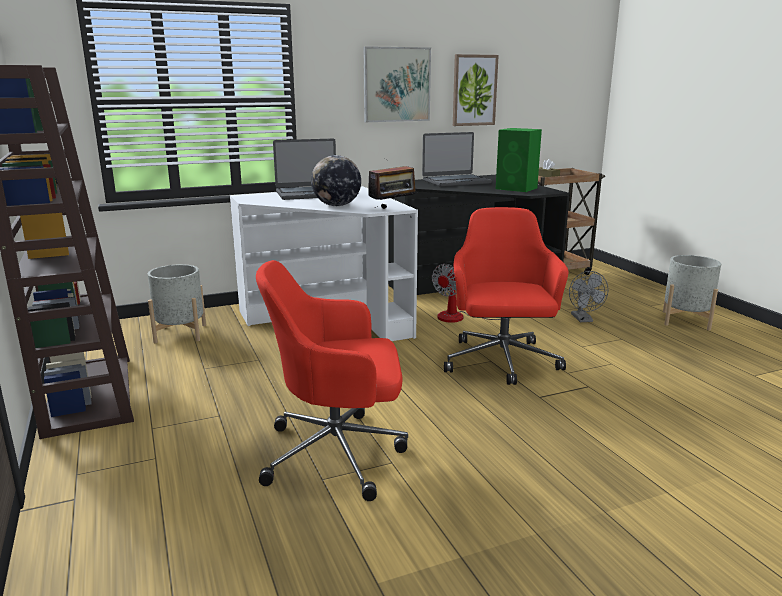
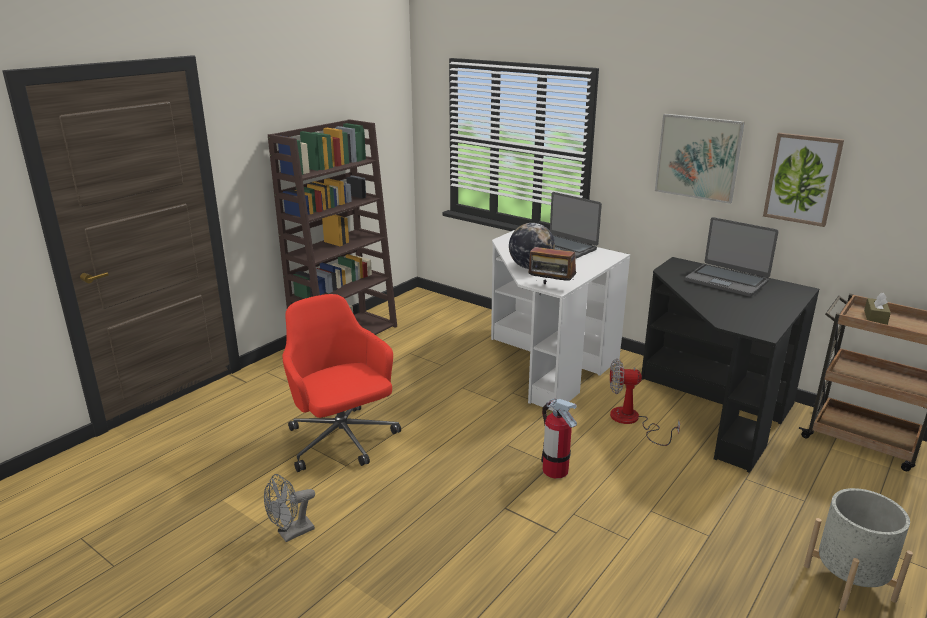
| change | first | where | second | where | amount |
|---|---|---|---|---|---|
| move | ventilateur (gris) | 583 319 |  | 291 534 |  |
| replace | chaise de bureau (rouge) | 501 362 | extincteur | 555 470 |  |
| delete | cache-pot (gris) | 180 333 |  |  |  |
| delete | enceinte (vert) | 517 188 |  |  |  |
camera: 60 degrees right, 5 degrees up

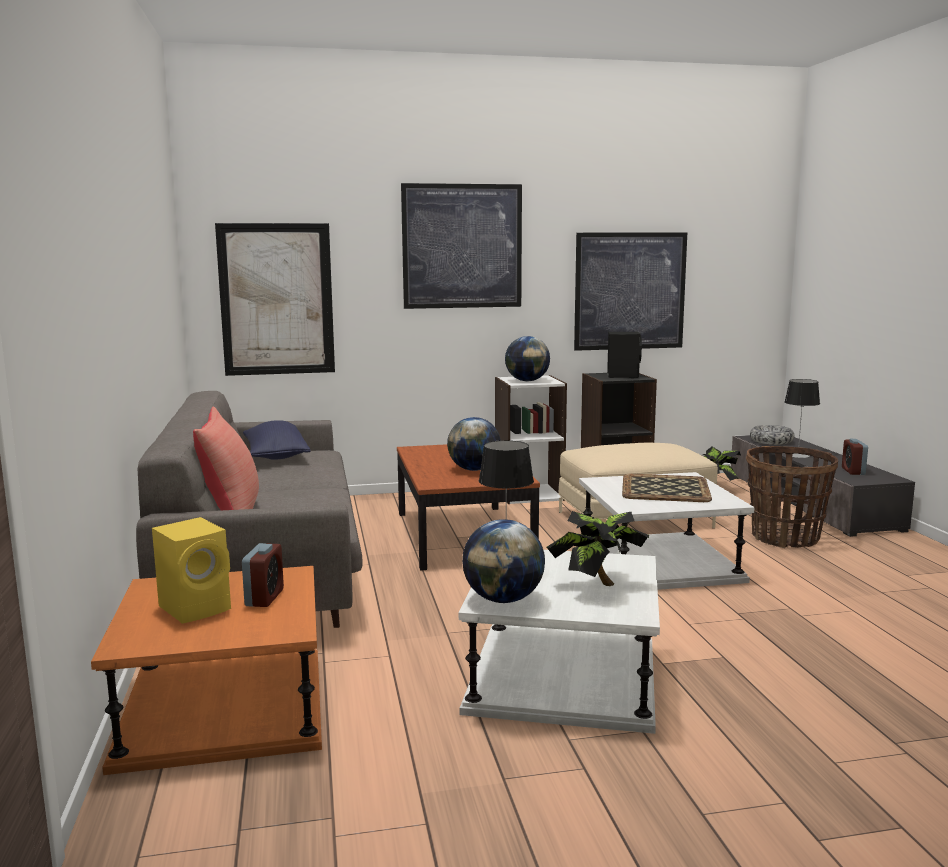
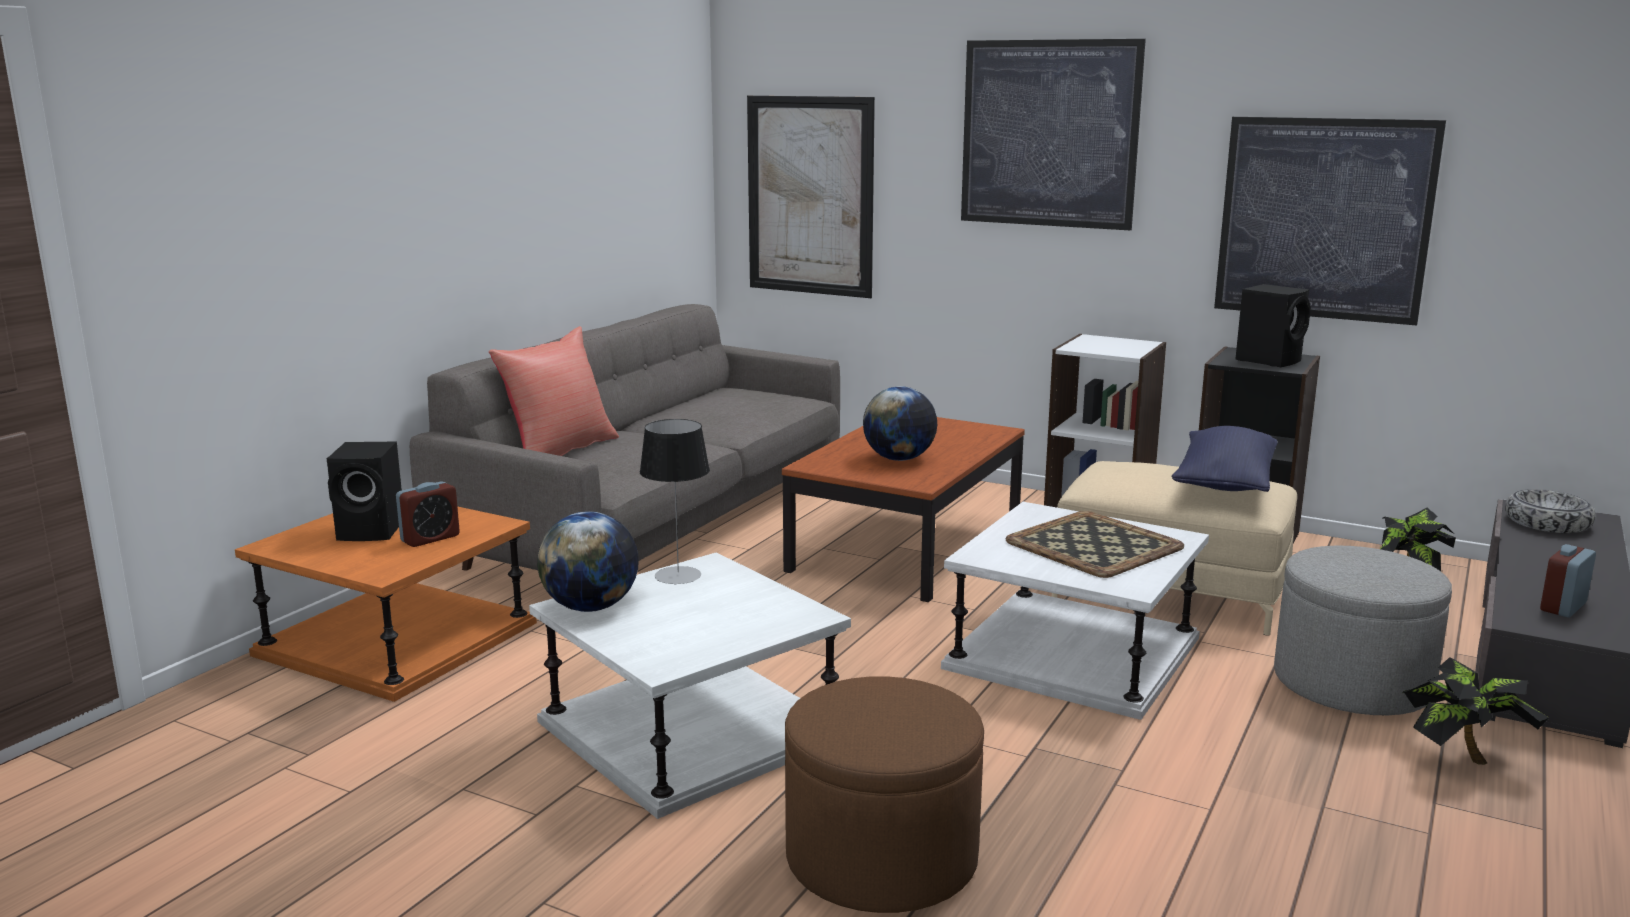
| change | first | where | second | where | amount |
|---|---|---|---|---|---|
| recolor | enceinte (jaune) | 197 607 | enceinte (noir) | 373 531 |  |
| insert |  |  | pouf (marron) | 881 858 |  |
| move | coussin (bleu) | 275 456 |  | 1224 483 |  |
| replace | panier | 785 538 | pouf (gris) | 1352 684 |  |
| move | plante en pot | 597 585 |  | 1461 758 |  |
| delete | globe | 527 381 |  |  |  |
| delete | lampe de table | 798 455 |  |  |  |
camera: 40 degrees right, 5 degrees up

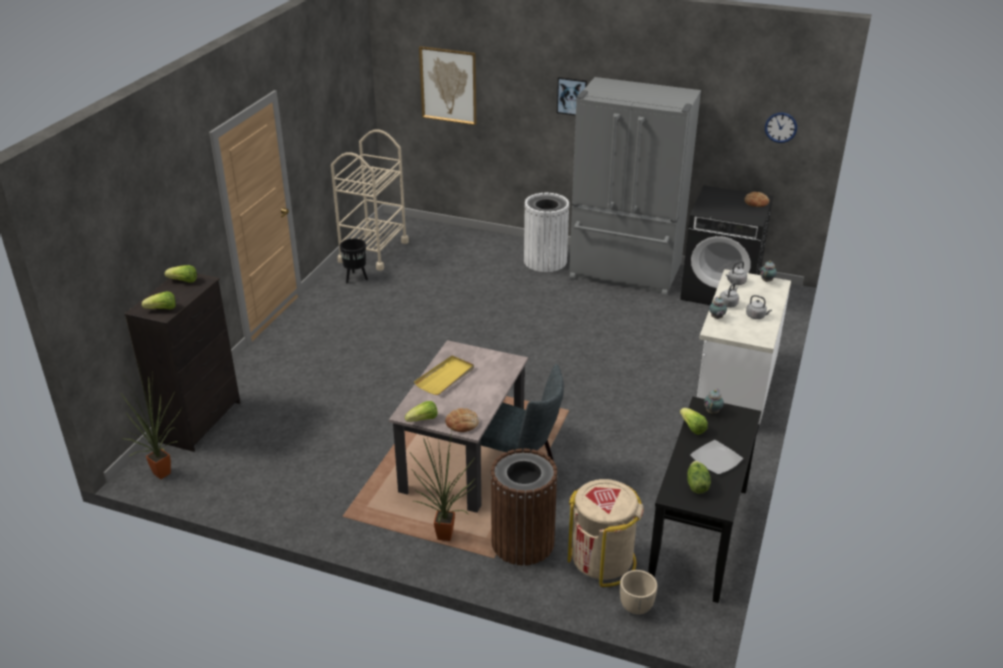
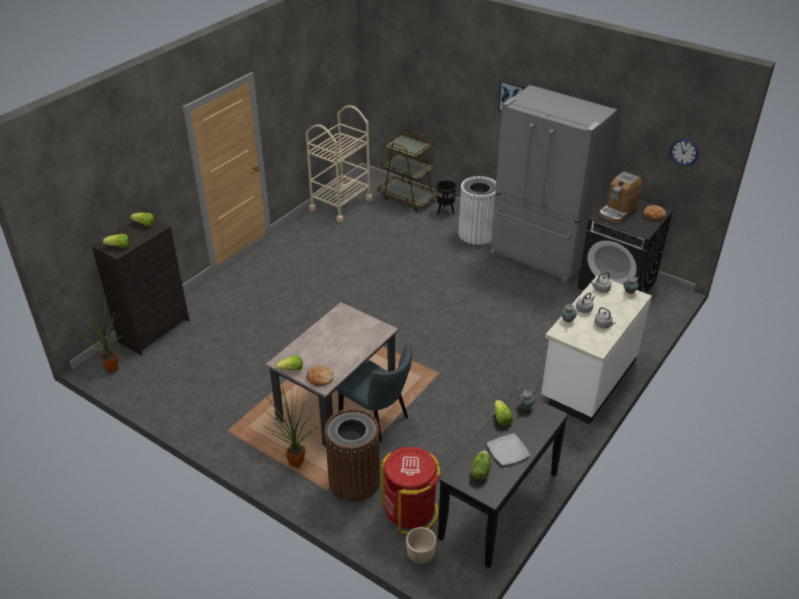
| change | first | where | second | where | amount |
|---|---|---|---|---|---|
| insert |  |  | chariot (marron) | 408 198 |  |
| recolor | poubelle (beige) | 602 561 | poubelle (rouge) | 410 511 |  |
| move | cache-pot (noir) | 356 278 |  | 445 212 |  |
| insert |  |  | machine à café | 618 211 |  |
| delete | plateau (jaune) | 445 377 |  |  |  |
| delete | tableau | 448 85 |  |  |  |
camera: 15 degrees right, 5 degrees up

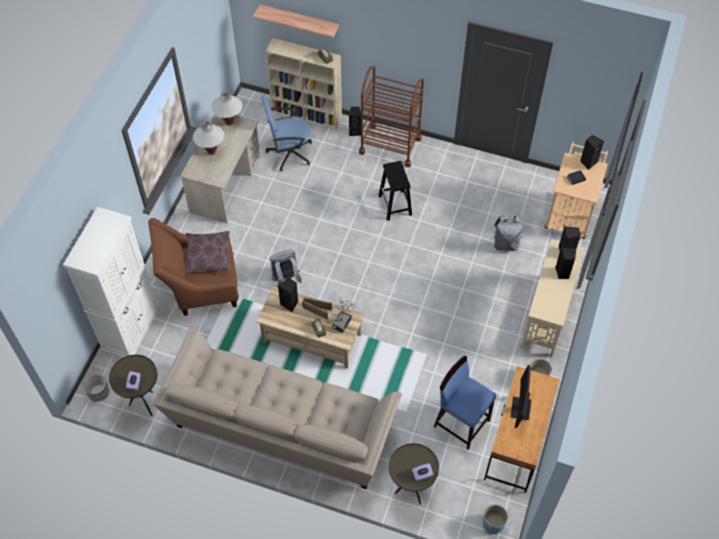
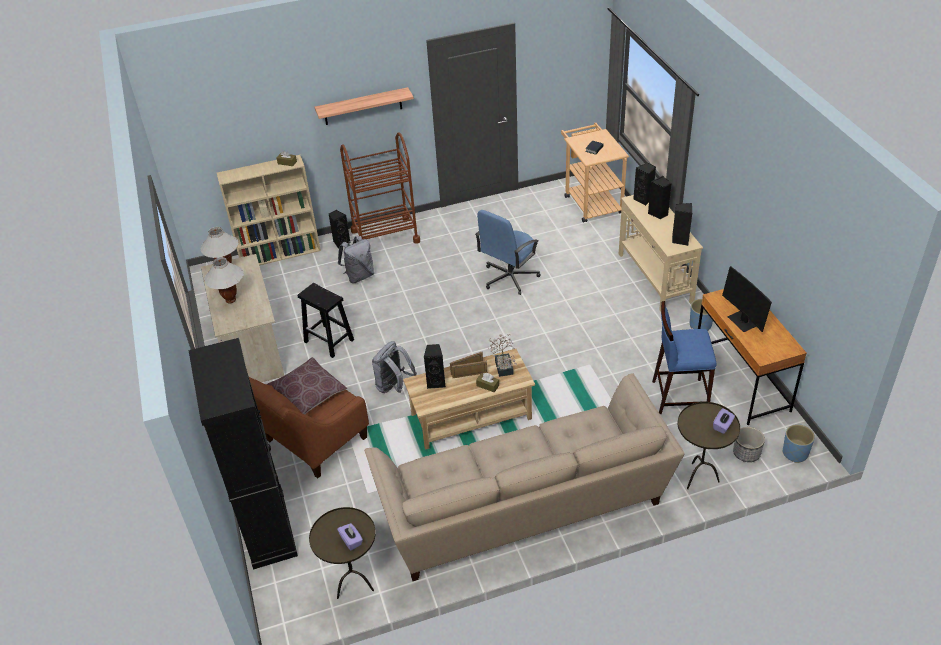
| change | first | where | second | where | amount |
|---|---|---|---|---|---|
| recolor | meuble de rangement (blanc) | 131 329 | meuble de rangement (noir) | 268 527 |  |
| move | tabouret (noir) | 395 205 |  | 329 341 |  |
| move | étagère | 299 21 |  | 363 106 |  |
| move | sac à dos (gris) | 505 243 |  | 359 276 |  |
| move | chaise de bureau (bleu) | 289 153 |  | 509 277 |  |
| move | enceinte (noir) | 588 162 |  | 680 240 |  |
| move | cache-pot | 98 392 |  | 746 453 |  |
camera: 35 degrees left, 15 degrees down

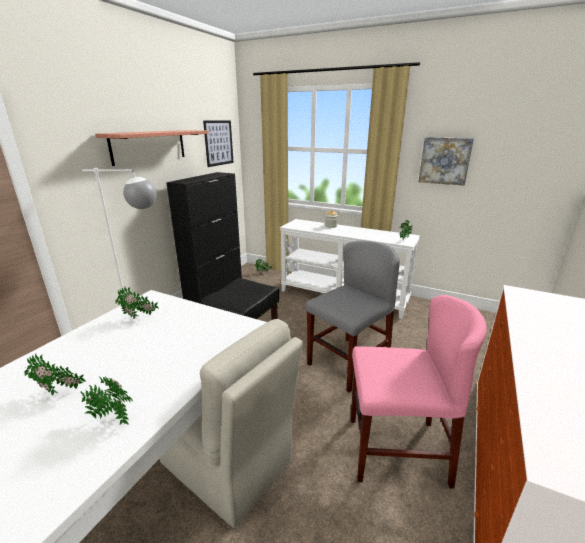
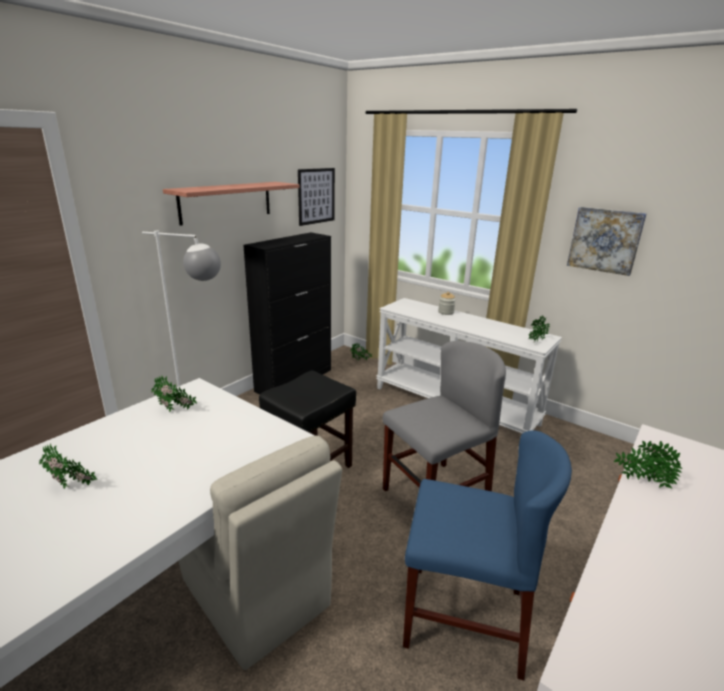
| change | first | where | second | where | amount |
|---|---|---|---|---|---|
| recolor | chaise (rose) | 396 450 | chaise (bleu) | 464 617 |  |
| move | plante en pot | 111 418 |  | 641 481 |  |
camera: 10 degrees right, 0 degrees up

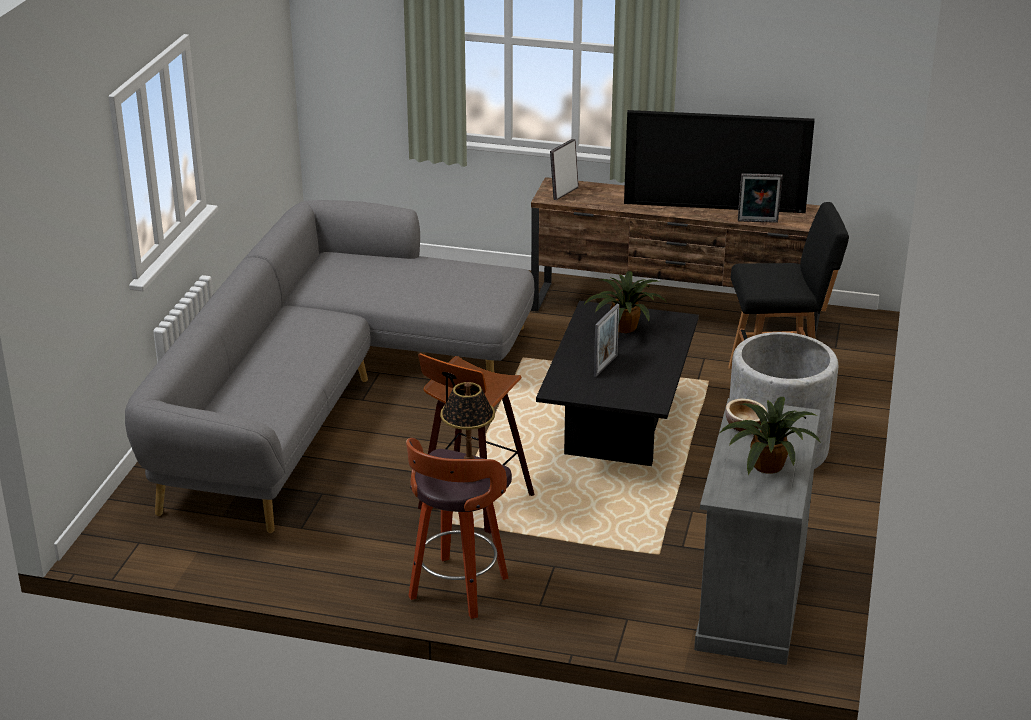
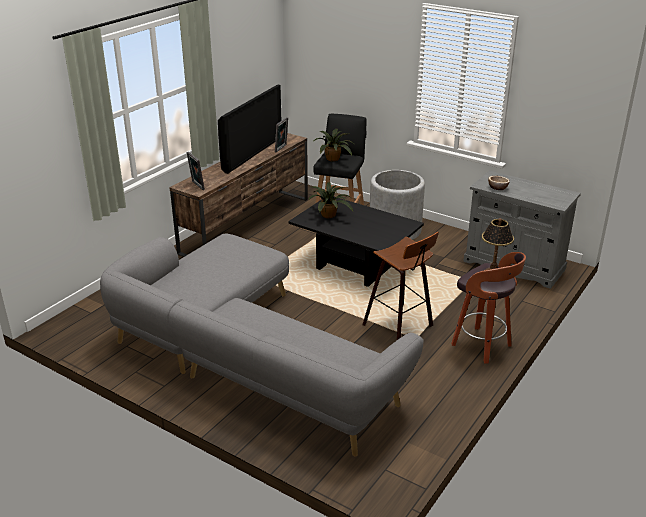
| change | first | where | second | where | amount |
|---|---|---|---|---|---|
| move | plante en pot | 768 467 |  | 334 159 |  |
| delete | cadre photo | 605 365 |  |  |  |
camera: 70 degrees left, 0 degrees up

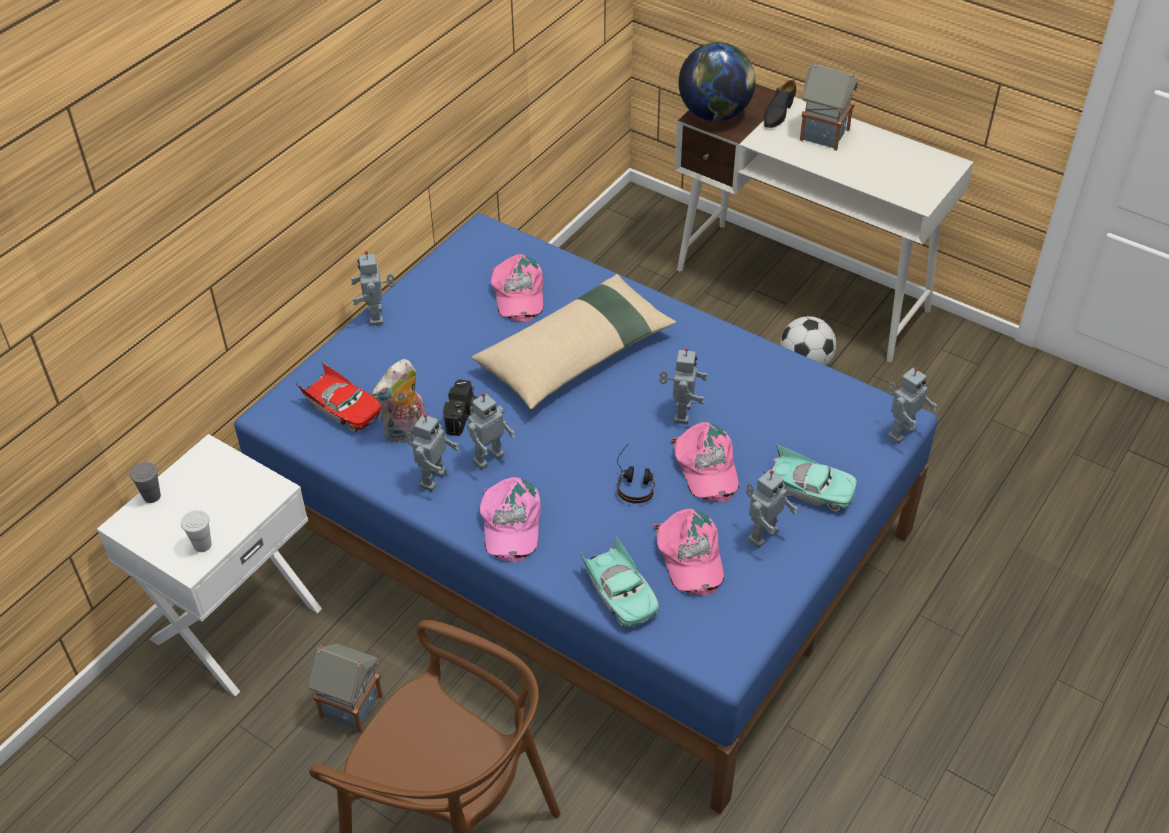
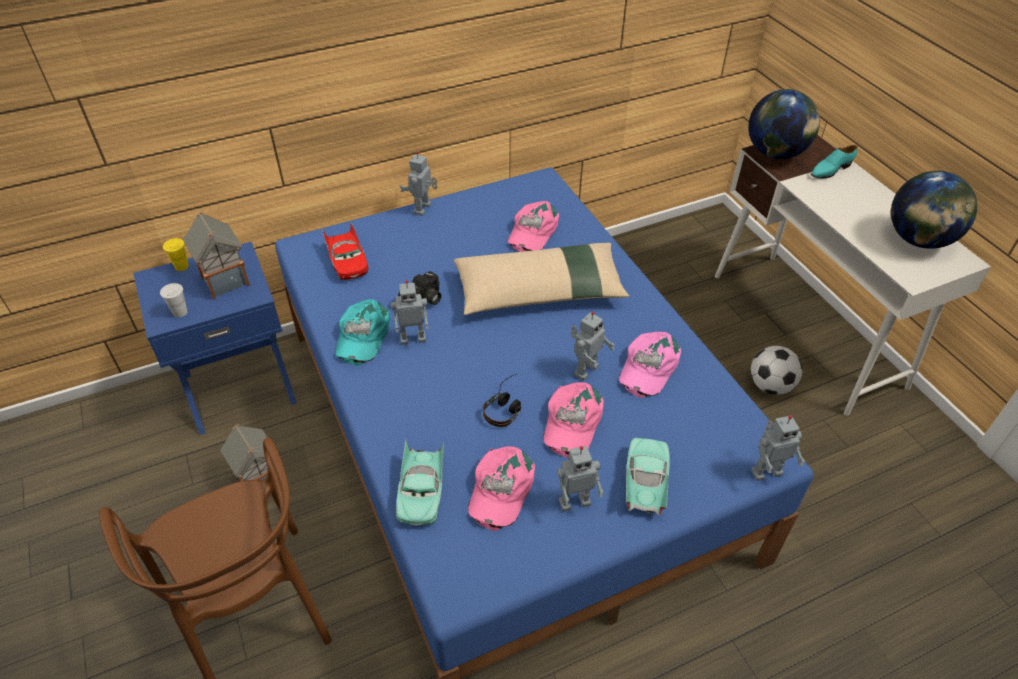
| change | first | where | second | where | amount |
|---|---|---|---|---|---|
| recolor | table de chevet (blanc) | 234 622 | table de chevet (bleu) | 239 385 |  |
| recolor | tasse (gris) | 152 496 | tasse (jaune) | 182 266 |  |
| move | maison miniature | 823 134 |  | 224 280 |  |
| replace | robot jouet | 431 479 | casquette (turquoise) | 362 335 |  |
| move | casquette (rose) | 510 523 |  | 648 367 |  |
| rotate | petite voiture (turquoise) | 809 489 |  | 645 482 | 135 degrees counterclockwise |
| recolor | chaussure (noir) | 778 113 | chaussure (turquoise) | 830 170 |  |
| insert |  |  | globe | 918 240 |  |
| delete | peluche | 406 431 |  |  |  |
camera: 30 degrees right, 0 degrees up

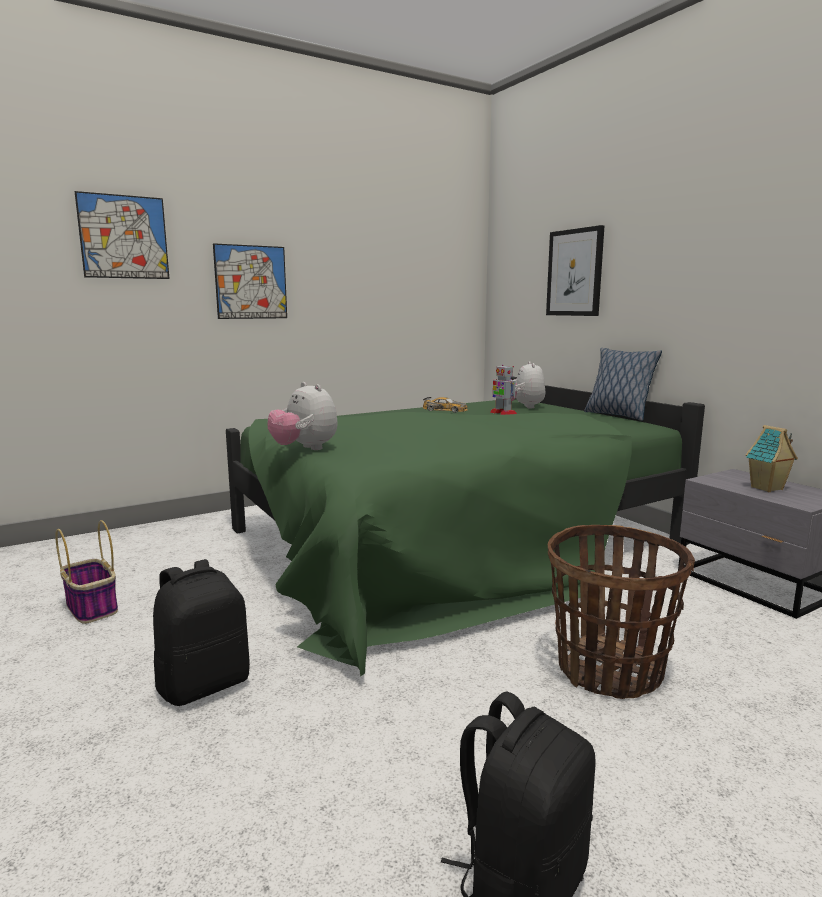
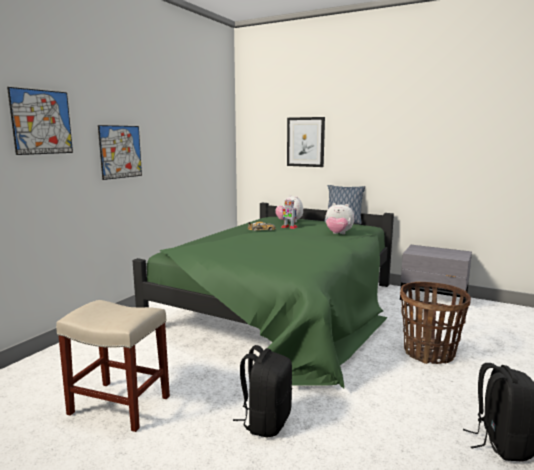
| change | first | where | second | where | amount |
|---|---|---|---|---|---|
| replace | panier | 92 608 | tabouret (beige) | 121 405 |  |
| move | peluche | 304 449 |  | 338 234 |  |
| delete | maison miniature | 767 488 |  |  |  |
camera: 30 degrees left, 0 degrees up

